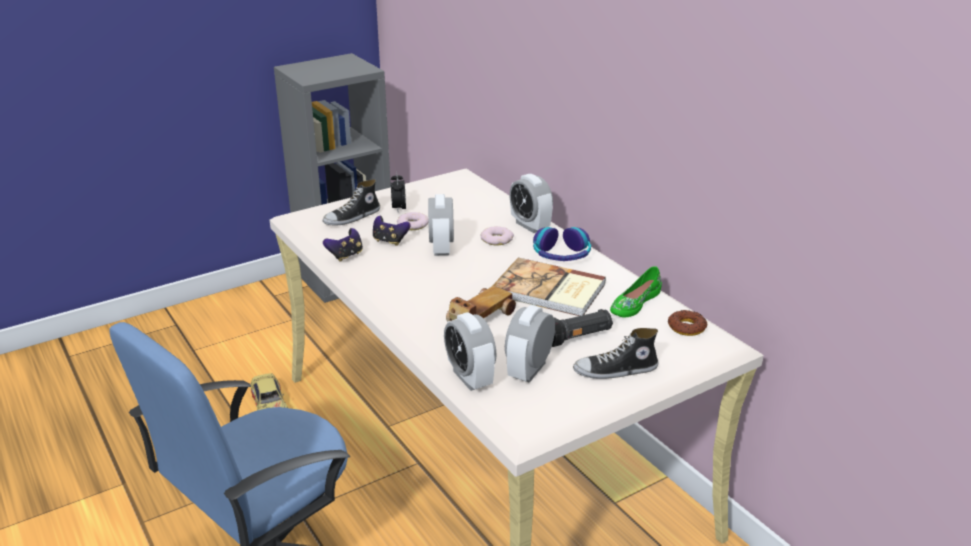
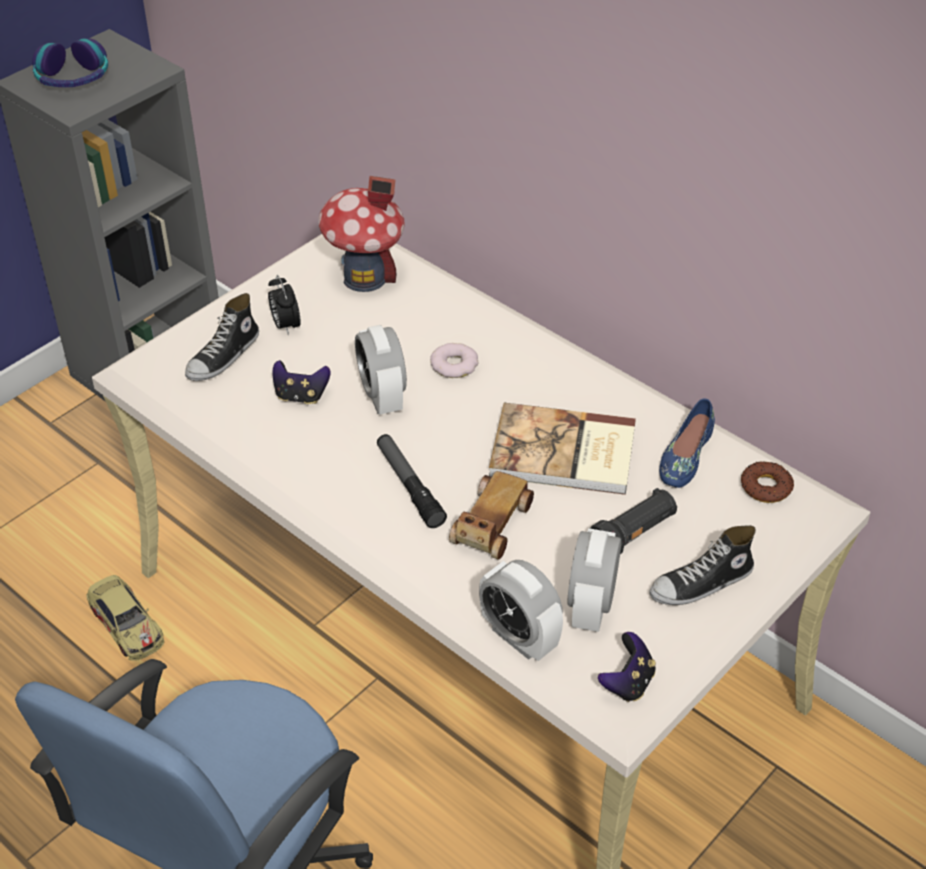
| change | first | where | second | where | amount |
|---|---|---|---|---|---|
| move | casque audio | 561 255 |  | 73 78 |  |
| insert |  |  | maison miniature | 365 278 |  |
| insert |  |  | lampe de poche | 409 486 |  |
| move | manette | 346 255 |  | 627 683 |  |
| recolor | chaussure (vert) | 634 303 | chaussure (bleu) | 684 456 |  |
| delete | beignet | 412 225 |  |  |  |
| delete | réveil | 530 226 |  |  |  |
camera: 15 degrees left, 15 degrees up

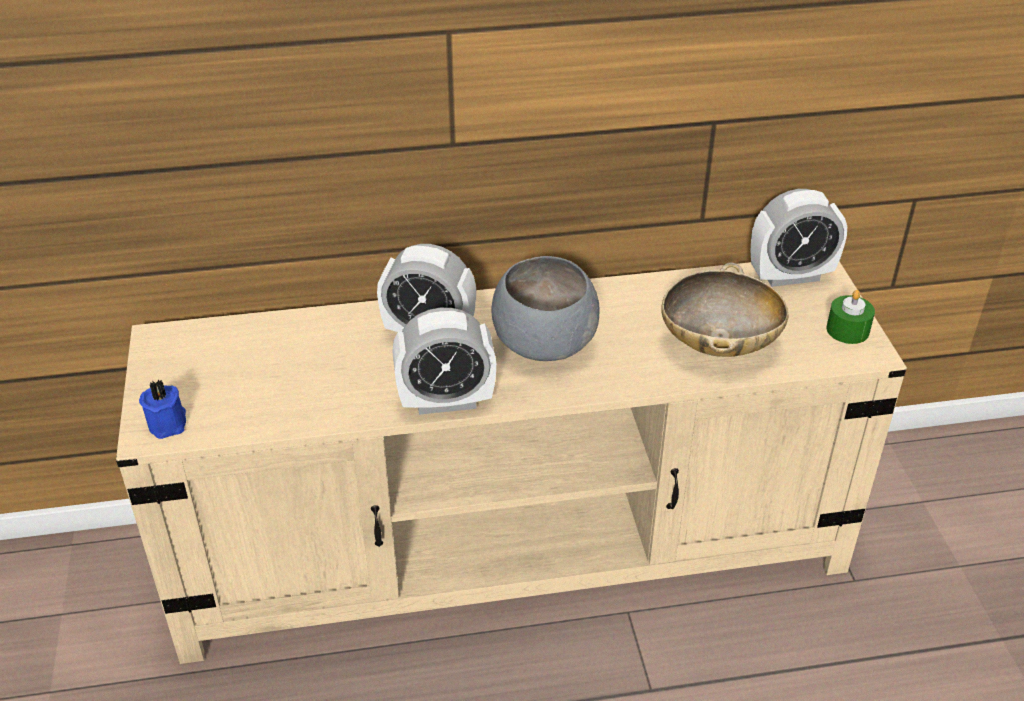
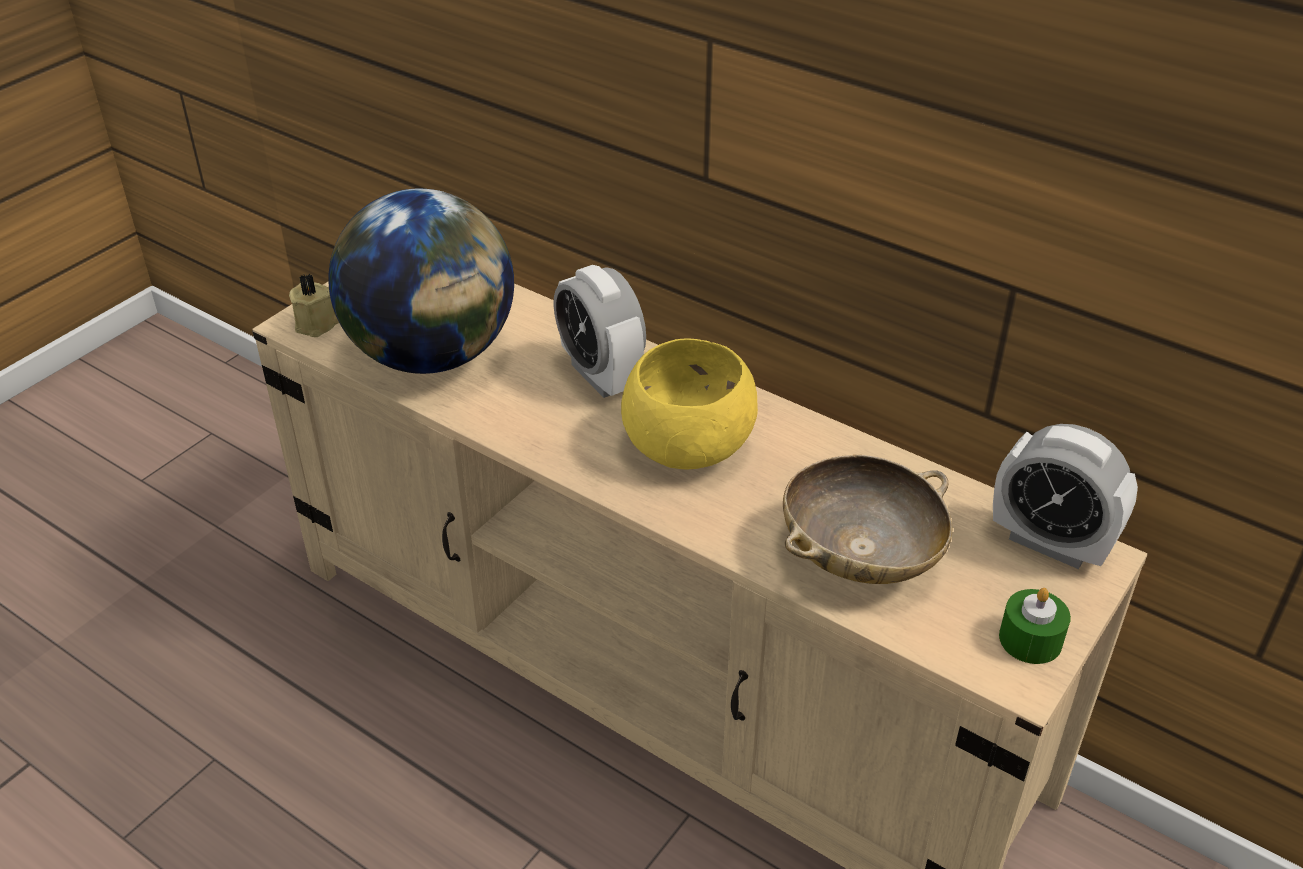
| change | first | where | second | where | amount |
|---|---|---|---|---|---|
| recolor | bougie (bleu) | 169 423 | bougie (beige) | 318 324 |  |
| insert |  |  | globe | 432 355 |  |
| recolor | bol (gris) | 543 344 | bol (jaune) | 685 446 |  |
| delete | réveil | 446 401 |  |  |  |
camera: 45 degrees right, 0 degrees up

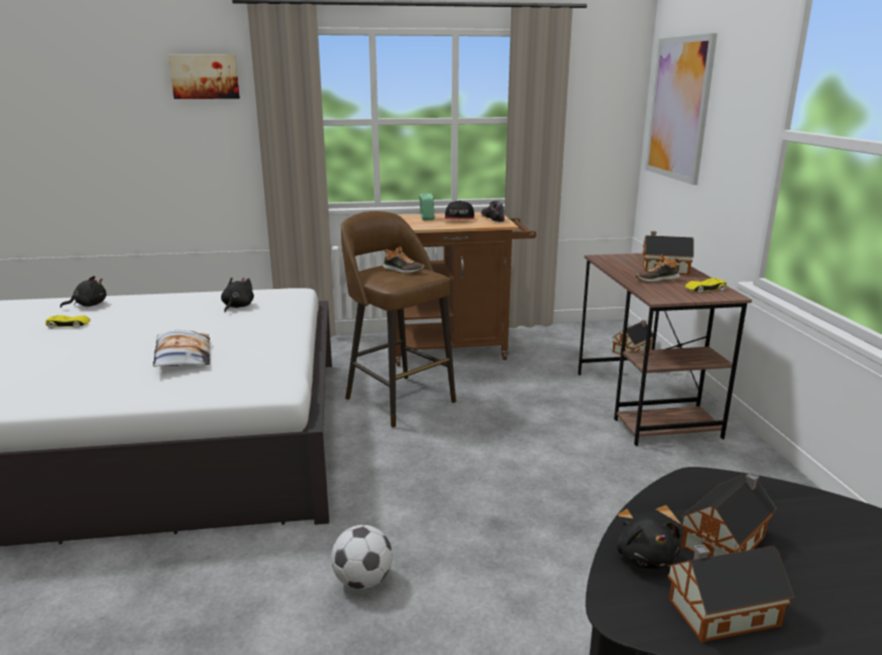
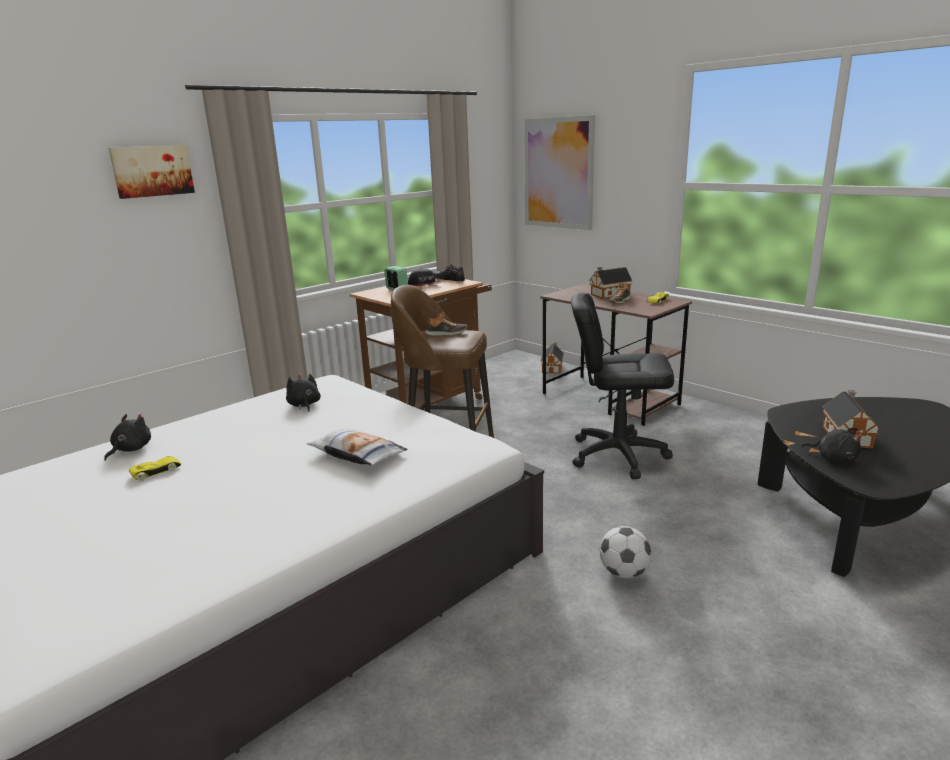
| change | first | where | second | where | amount |
|---|---|---|---|---|---|
| insert |  |  | chaise de bureau (noir) | 618 455 |  |
| delete | maison miniature | 719 612 |  |  |  |
camera: 35 degrees left, 0 degrees up

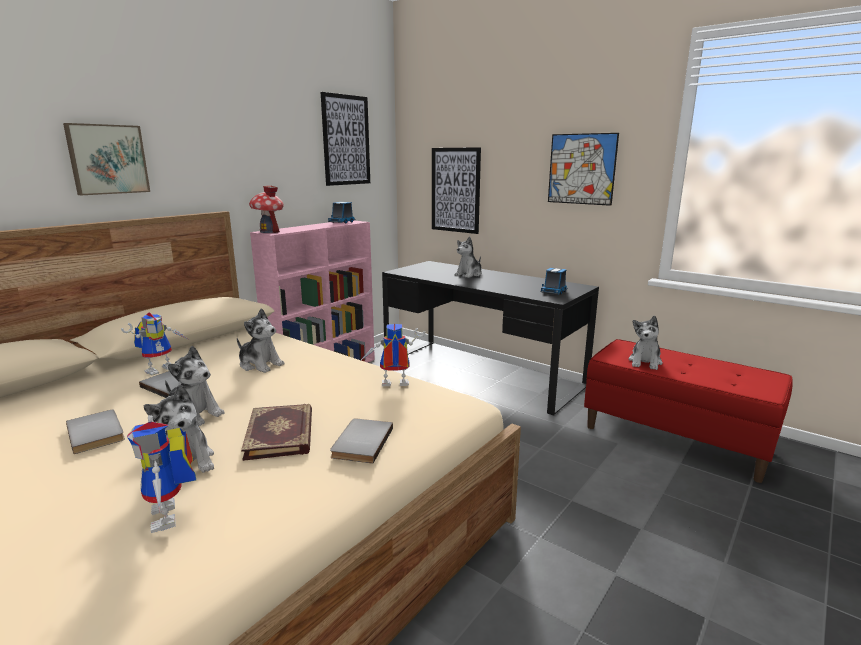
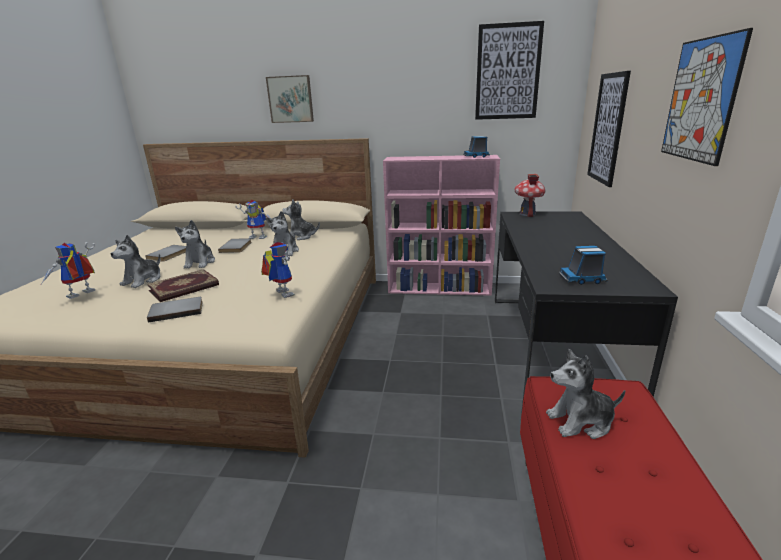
| change | first | where | second | where | amount |
|---|---|---|---|---|---|
| move | peluche | 469 274 |  | 301 236 |  |
| move | maison miniature | 269 231 |  | 527 214 |  |
camera: 60 degrees right, 5 degrees up

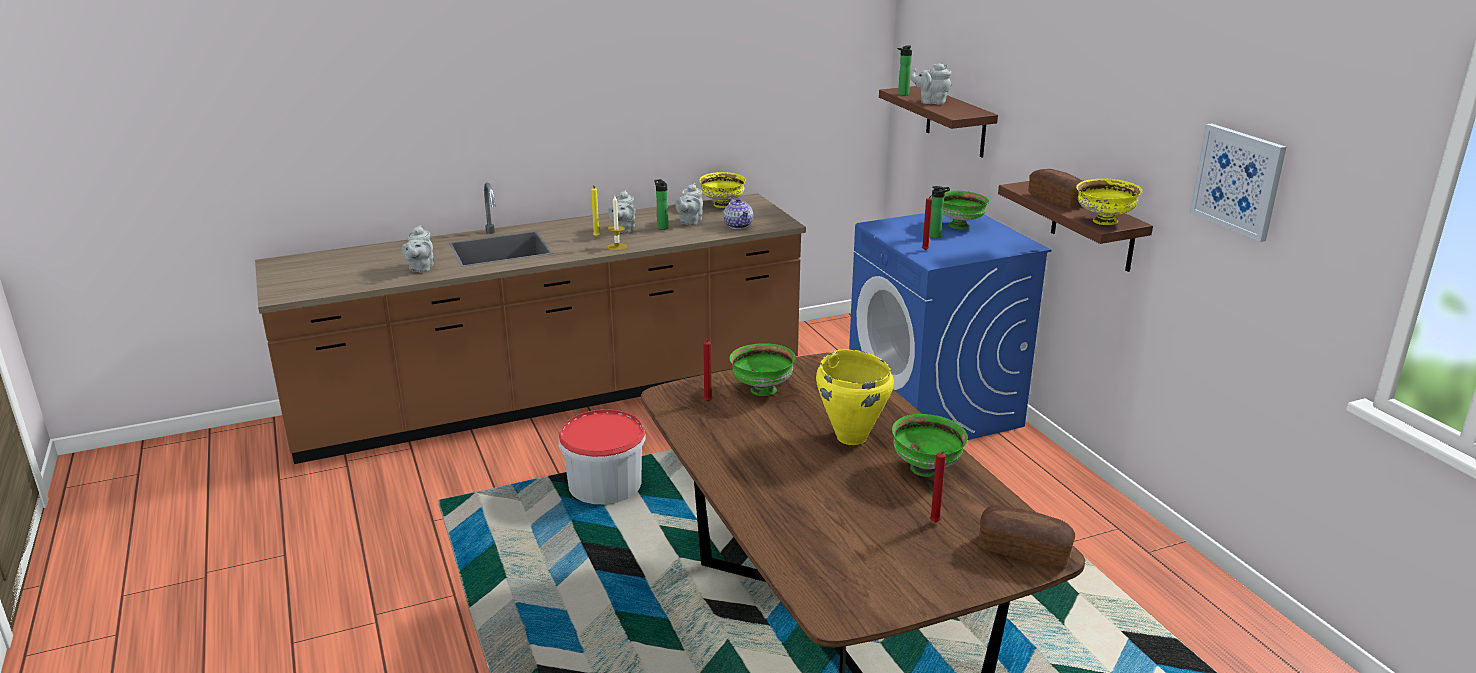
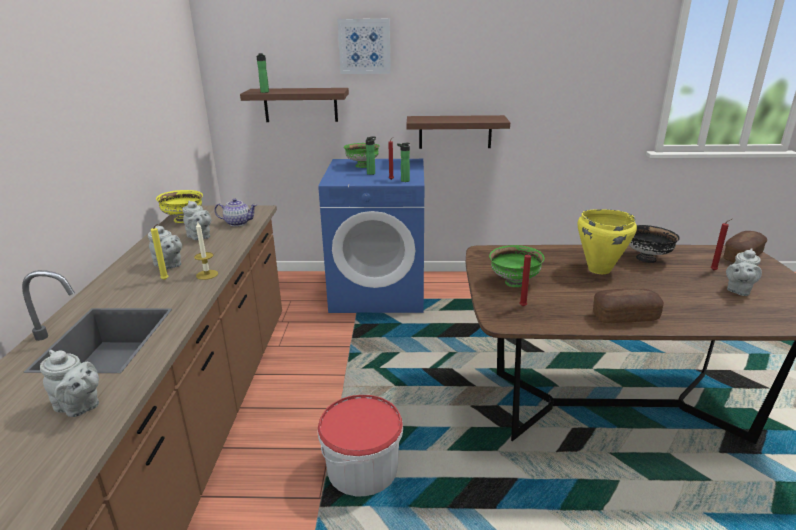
| change | first | where | second | where | amount |
|---|---|---|---|---|---|
| move | tableau | 1238 181 |  | 364 46 |  |
| move | bouteille | 662 227 |  | 403 181 |  |
| move | pain | 1056 200 |  | 625 316 |  |
| recolor | bol (vert) | 926 469 | bol (noir) | 646 258 |  |
| move | théière (gris) | 931 102 |  | 738 290 |  |
| delete | bol (jaune) | 1104 222 |  |  |  |
camera: 65 degrees left, 0 degrees up

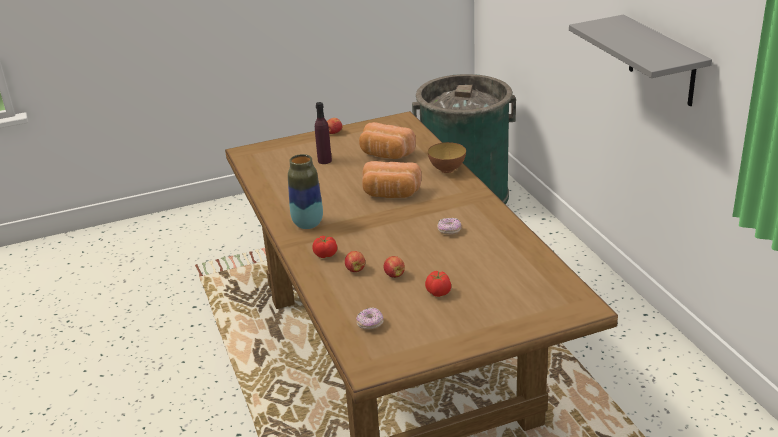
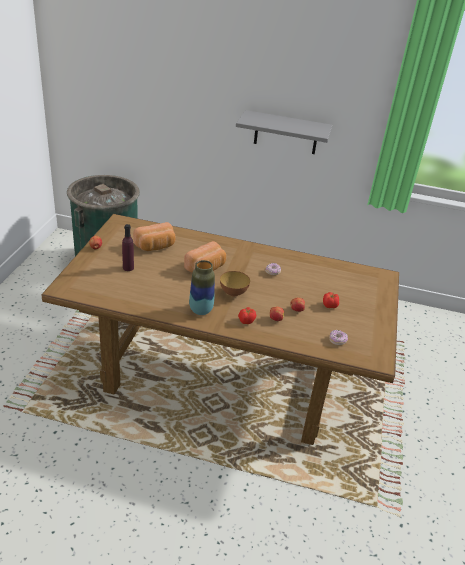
| change | first | where | second | where | amount |
|---|---|---|---|---|---|
| move | bol | 447 170 |  | 233 293 |  |
camera: 60 degrees left, 5 degrees up

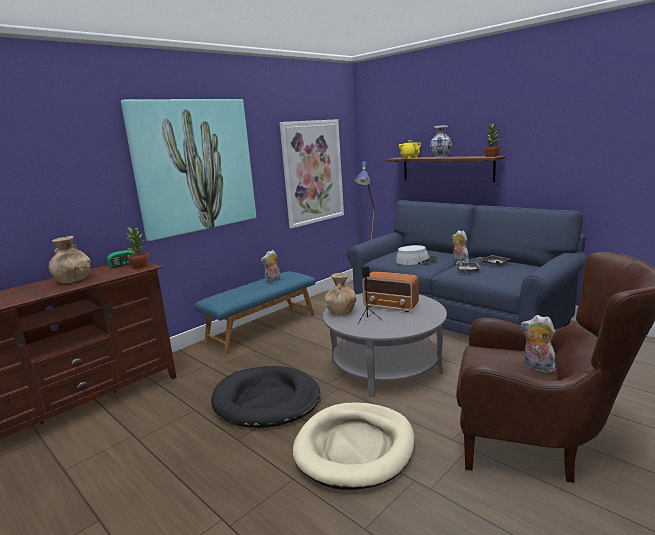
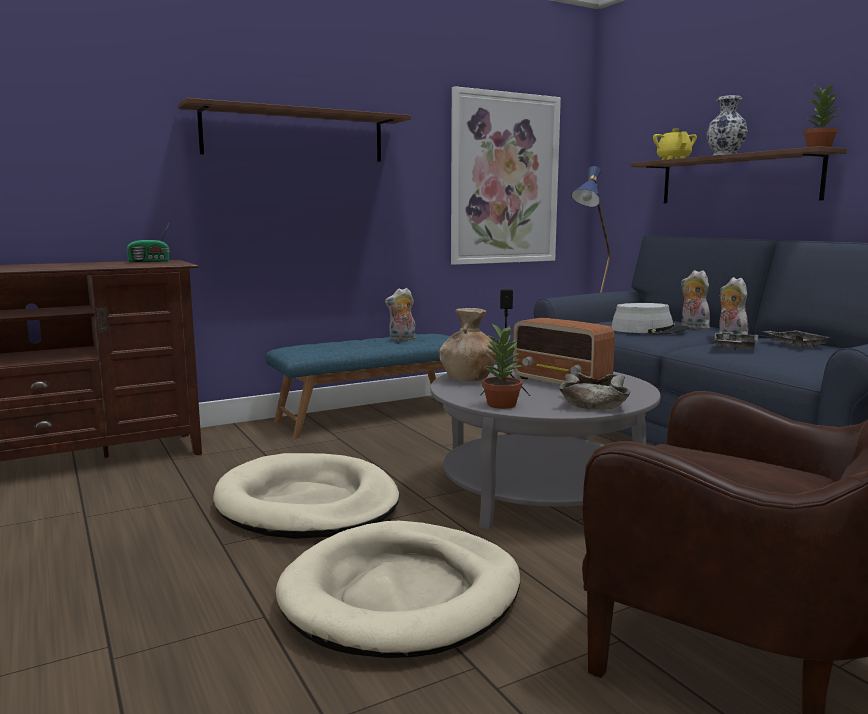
| change | first | where | second | where | amount |
|---|---|---|---|---|---|
| replace | tableau | 194 166 | étagère (marron) | 295 135 |  |
| recolor | panier pour chien (noir) | 266 401 | panier pour chien (beige) | 307 504 |  |
| move | plante en pot | 140 266 |  | 501 404 |  |
| insert |  |  | bol (beige) | 594 404 |  |
| move | peluche | 537 368 |  | 692 327 |  |
| delete | vase (marron) | 73 280 |  |  |  |
camera: 15 degrees right, 5 degrees down

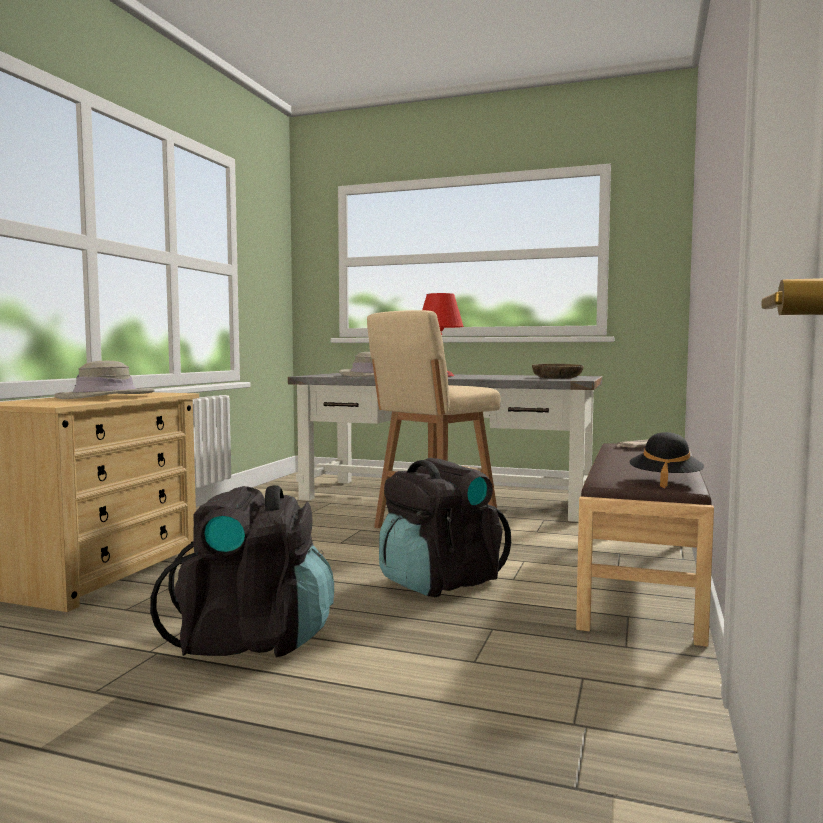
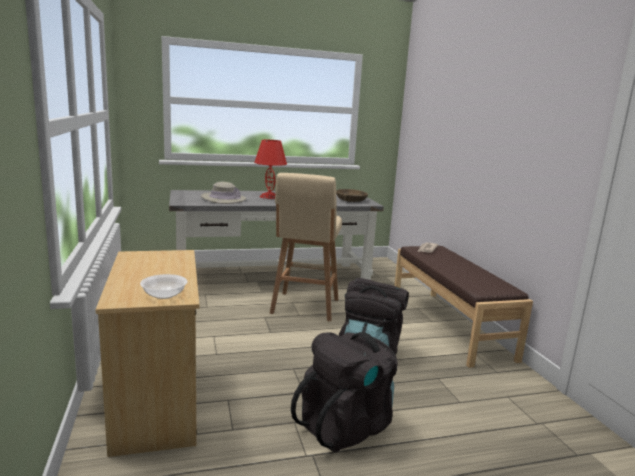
| change | first | where | second | where | amount |
|---|---|---|---|---|---|
| insert |  |  | bol | 164 295 |  |
| delete | chapeau (beige) | 106 396 |  |  |  |
| delete | chapeau (noir) | 665 481 |  |  |  |
camera: 35 degrees left, 10 degrees up

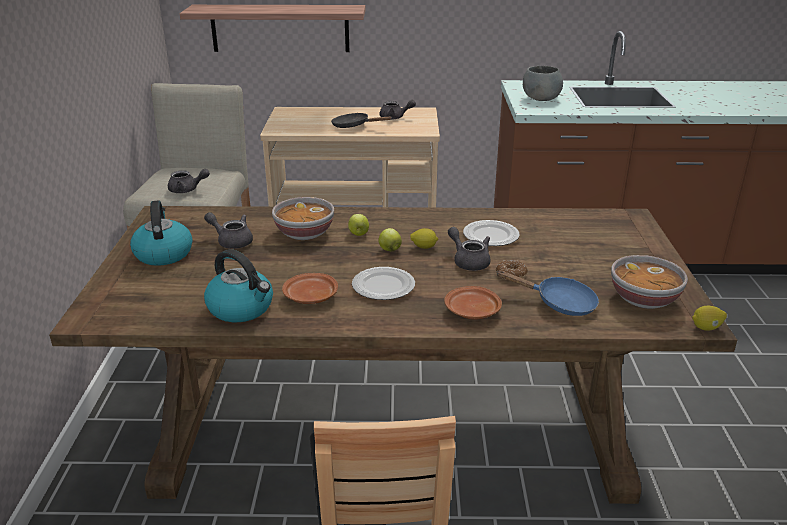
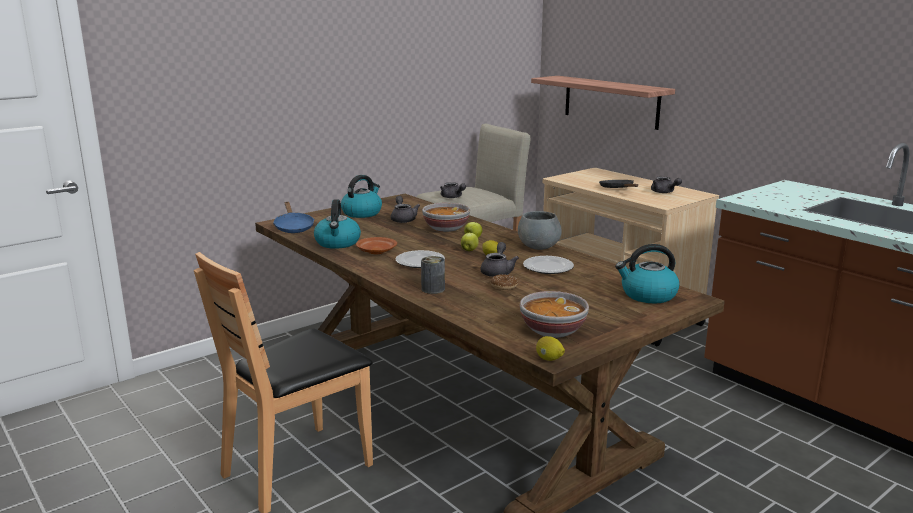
| change | first | where | second | where | amount |
|---|---|---|---|---|---|
| move | poêle (bleu) | 559 303 |  | 293 227 |  |
| replace | assiette (marron) | 472 312 | boîte métallique | 433 289 |  |
| move | bol (gris) | 541 99 |  | 539 247 |  |
| insert |  |  | bouilloire | 647 295 |  |
camera: 50 degrees right, 10 degrees down

